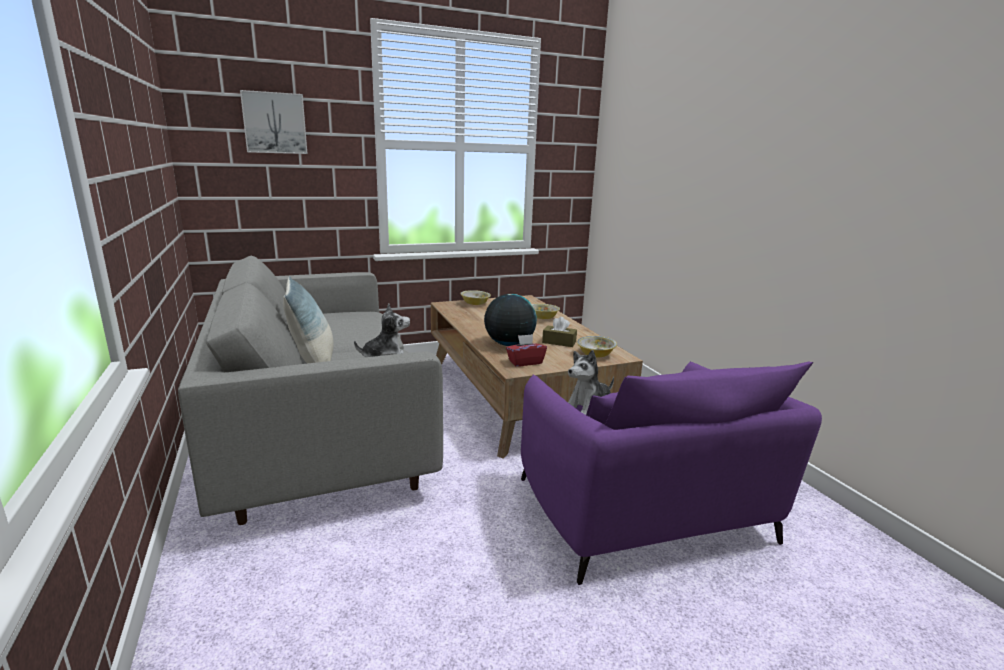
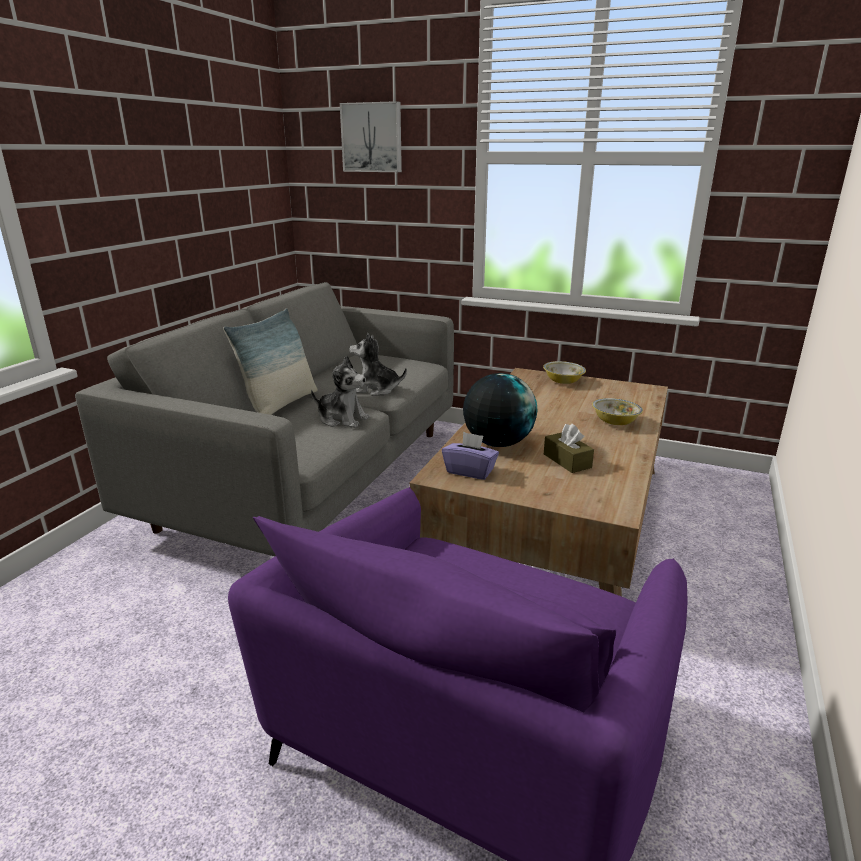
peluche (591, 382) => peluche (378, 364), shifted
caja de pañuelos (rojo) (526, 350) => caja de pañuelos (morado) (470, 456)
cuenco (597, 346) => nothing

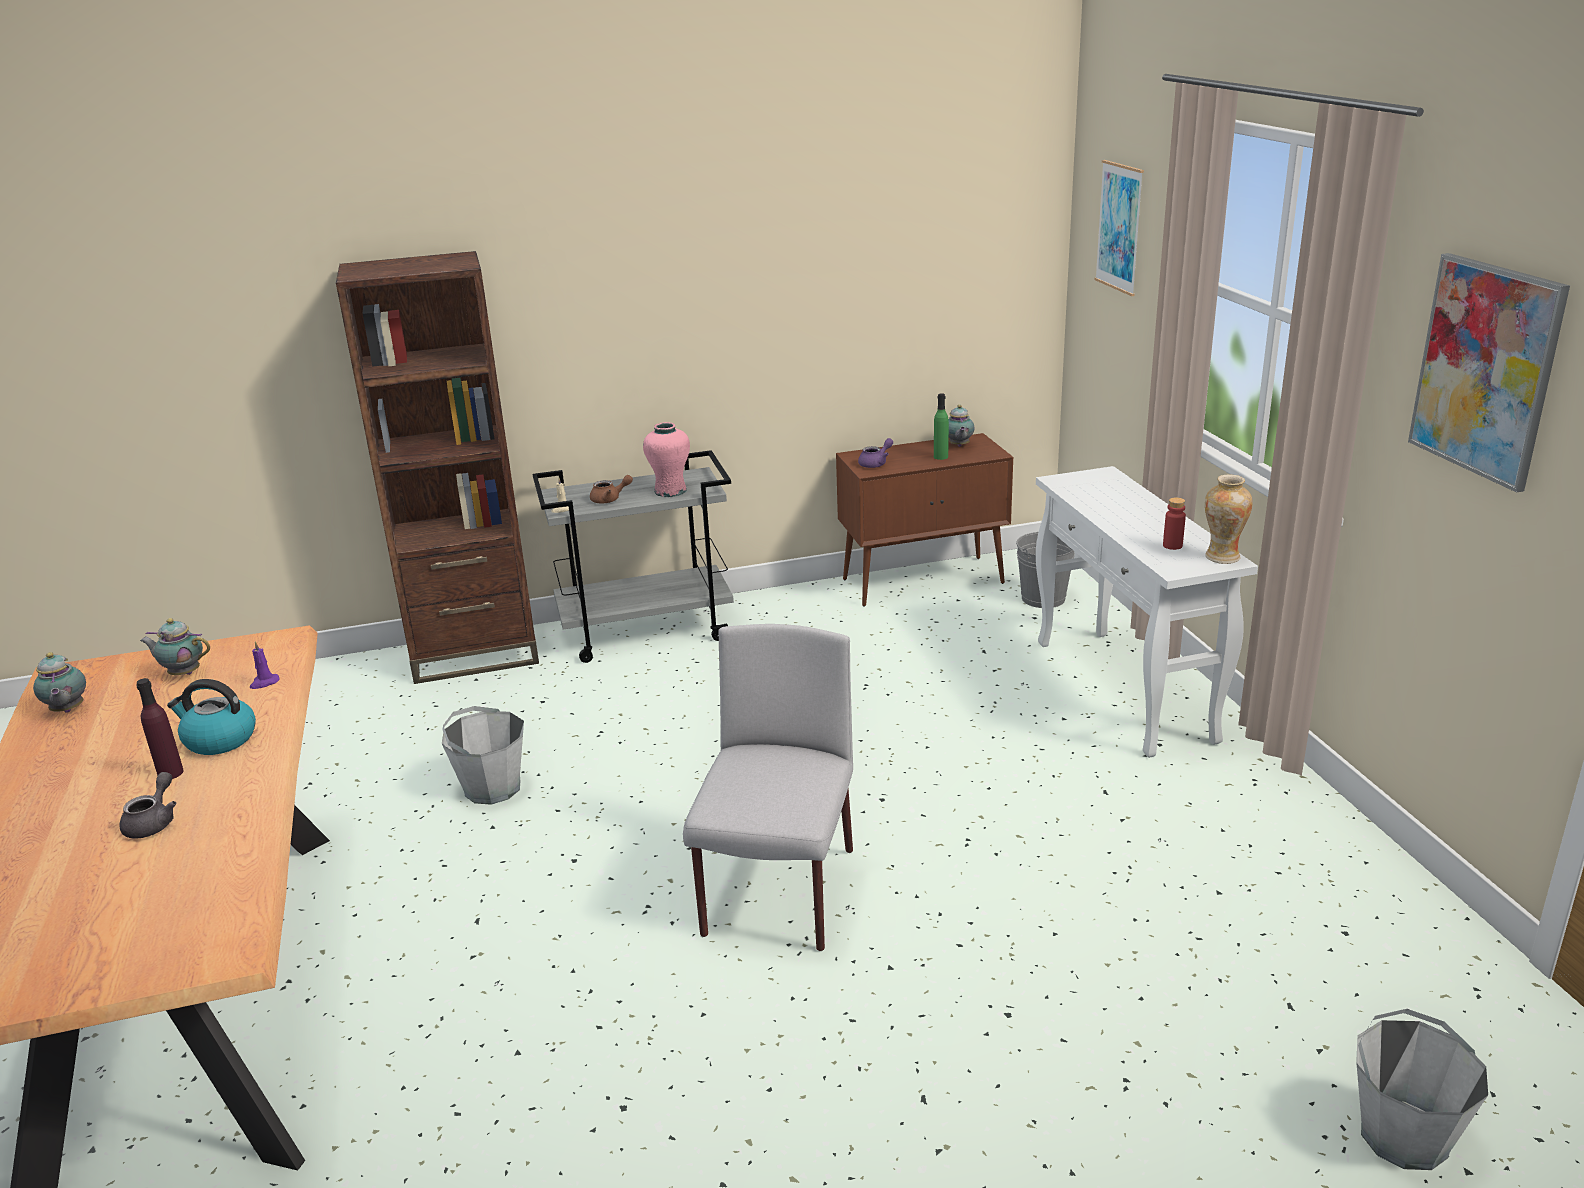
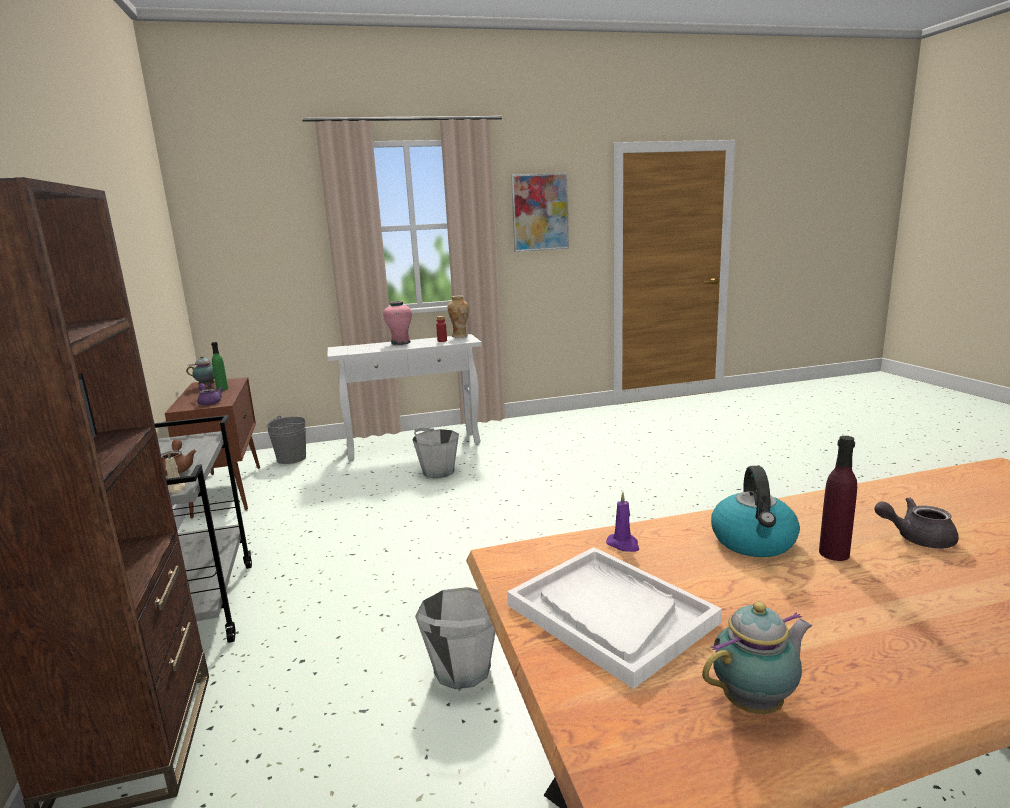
florero (rosa) (666, 459) => florero (rosa) (397, 323), shifted
cubo (gris) (1422, 1089) => cubo (gris) (435, 453), shifted
tetera (175, 646) => bandeja (blanco) (614, 618)
silla (gris) (768, 787) => nothing
cuadro (1119, 228) => nothing

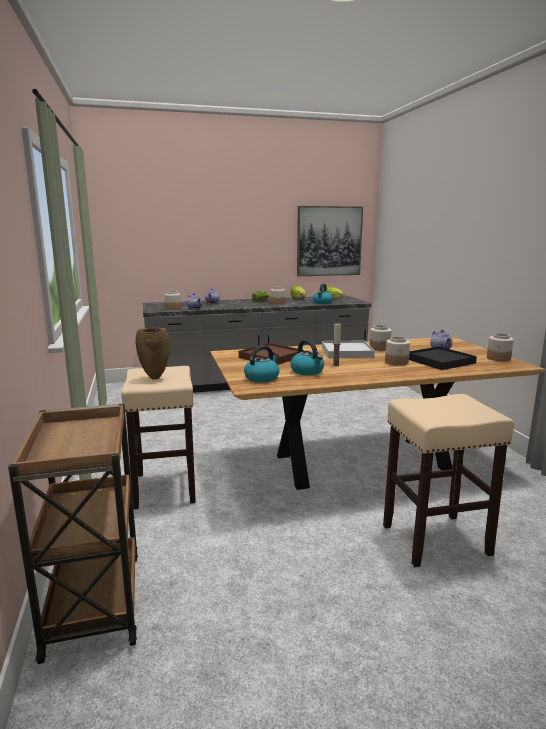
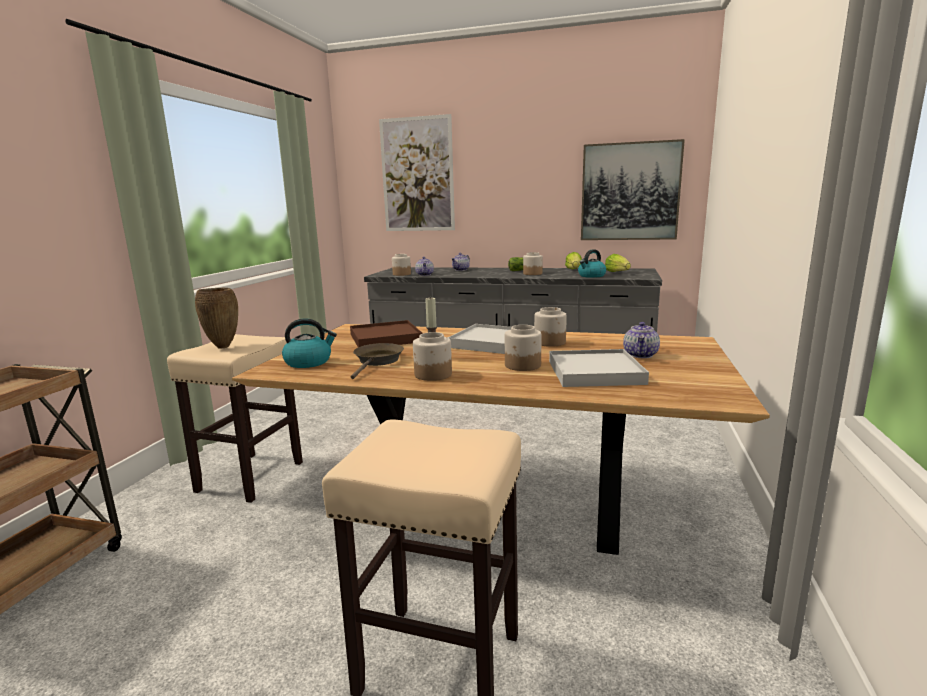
hervidor (307, 357) => sartén (marrón) (377, 361)
nothing => cuadro (417, 172)
tarro (500, 347) => tarro (432, 356), shifted
bandeja (negro) (443, 358) => bandeja (blanco) (599, 368)

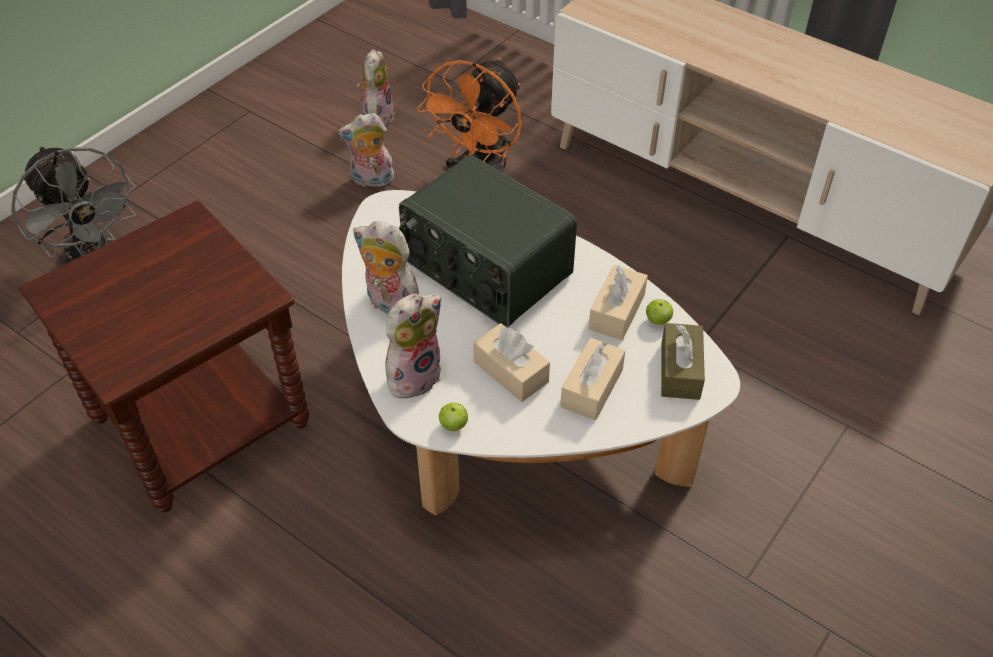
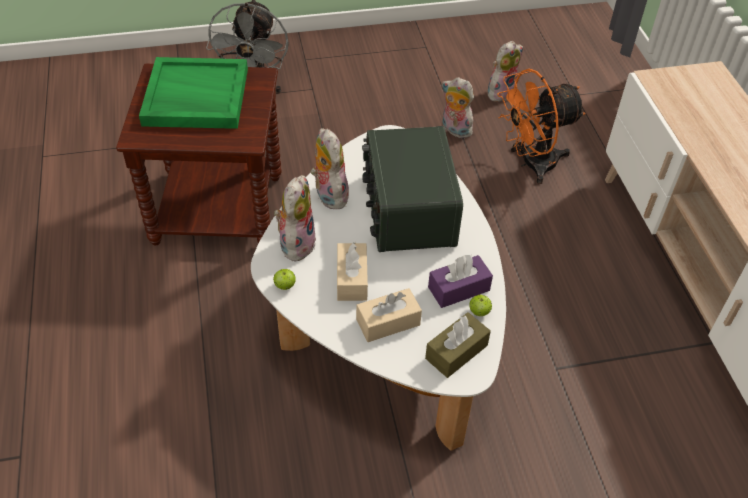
nothing => bandeja (verde) (193, 93)
peluche (413, 346) => peluche (295, 219), 75 degrees counterclockwise
caja de pañuelos (beis) (618, 302) => caja de pañuelos (morado) (460, 281)

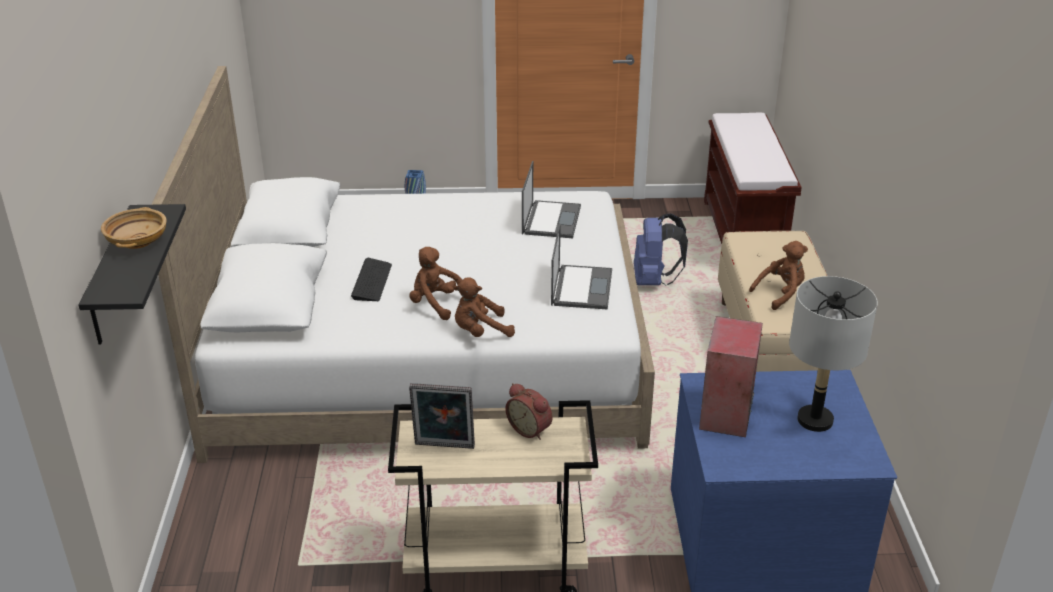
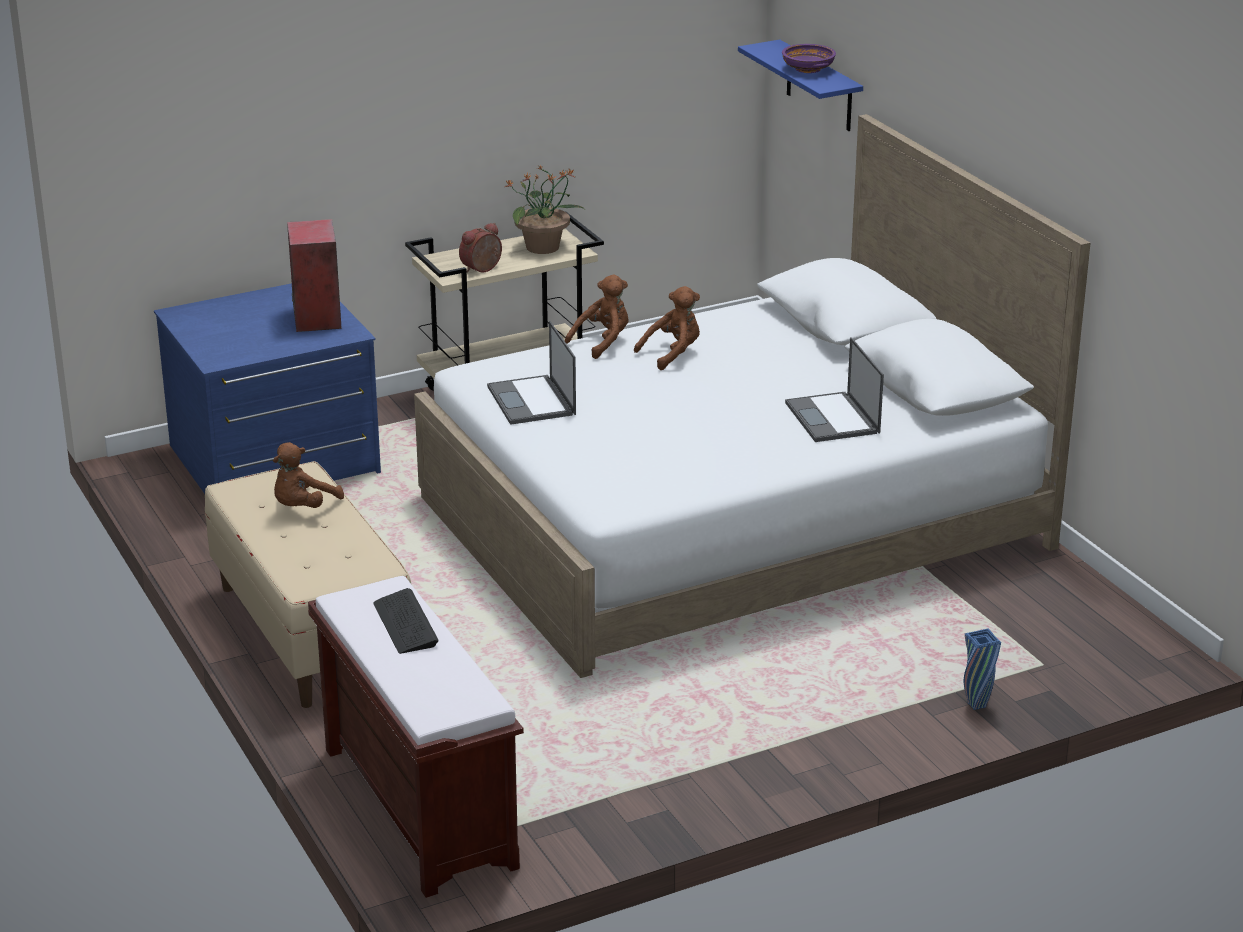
teclado (371, 279) => teclado (406, 621), shifted
despertador (528, 411) => despertador (480, 248), 60 degrees counterclockwise
portarretratos (442, 416) => planta en maceta (544, 209)
peluche (marrón) (435, 283) => peluche (marrón) (667, 328), 45 degrees counterclockwise
estante (negro) (132, 274) => estante (azul) (800, 85)
cuenco (beis) (134, 228) => cuenco (morado) (809, 58)
portátil (551, 199) => portátil (834, 389), shifted
mochila (azul) (661, 249) => nothing
lámpara de mesa (gris) (833, 354) => nothing

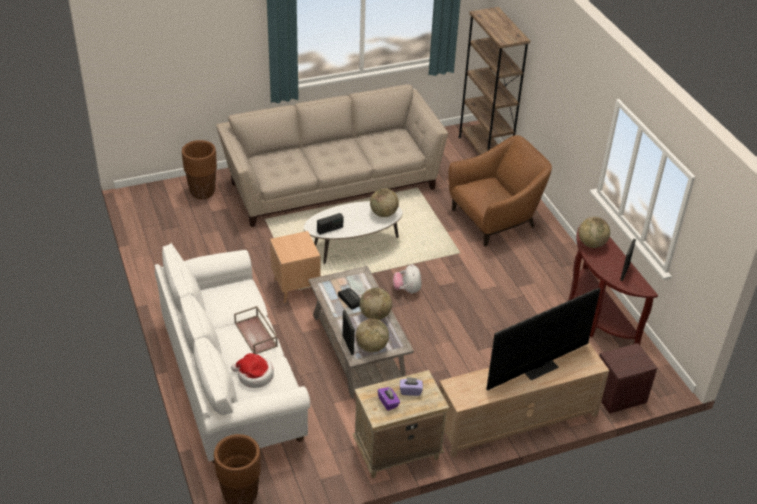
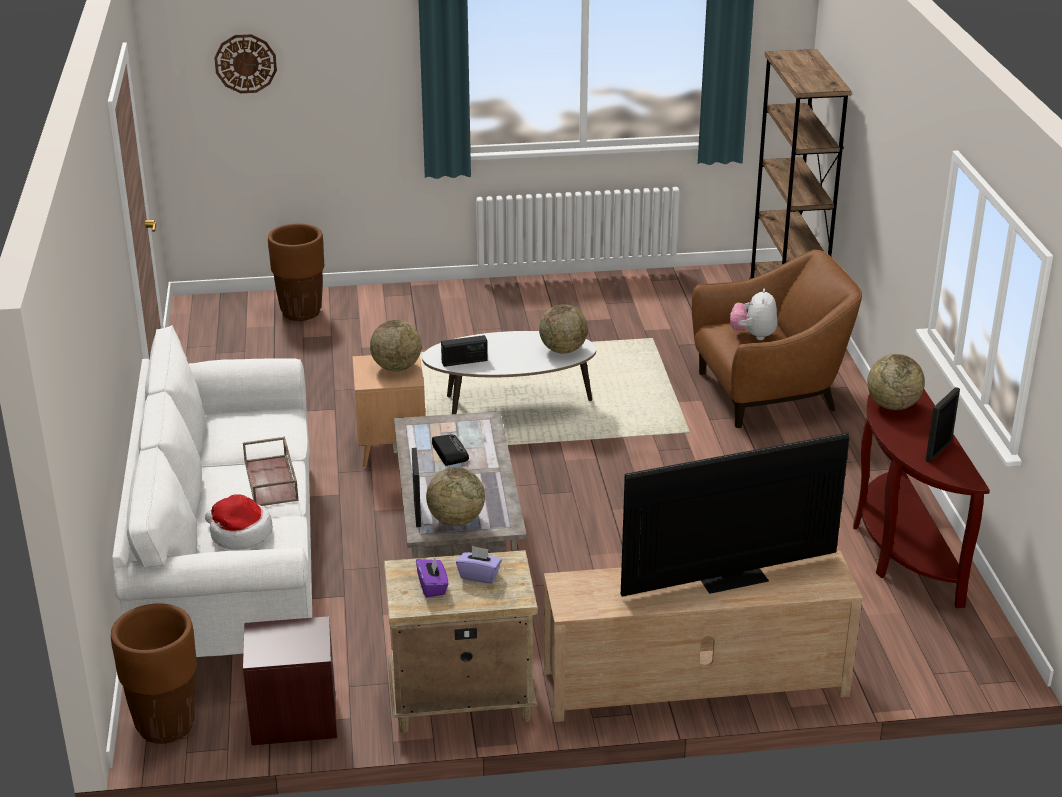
nothing => reloj de pared (245, 63)
mesita de noche (marrón) (628, 378) => mesita de noche (marrón) (290, 680), shifted
globo terráqueo (376, 304) => globo terráqueo (395, 345), shifted
peluche (407, 279) => peluche (754, 314), shifted
sofá (beis) (332, 155) => nothing

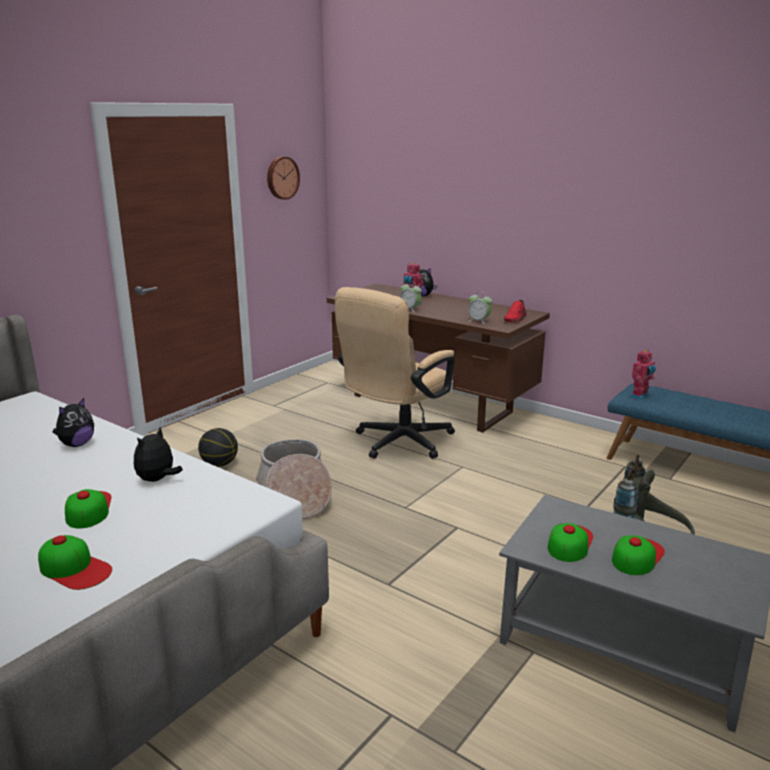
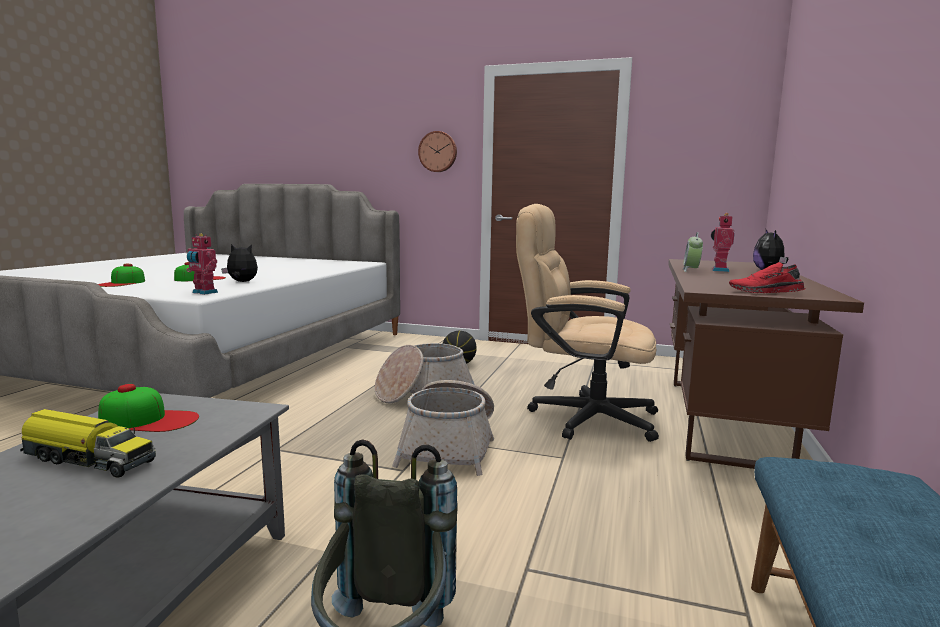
gorra (638, 555) => camión de juguete (88, 443)
robot de juguete (643, 375) => robot de juguete (202, 264), shifted
nothing => cesta (443, 428)
reloj de pared (283, 178) => reloj de pared (437, 151), shifted
peluche (73, 422) => nothing
despertador (480, 309) => nothing

